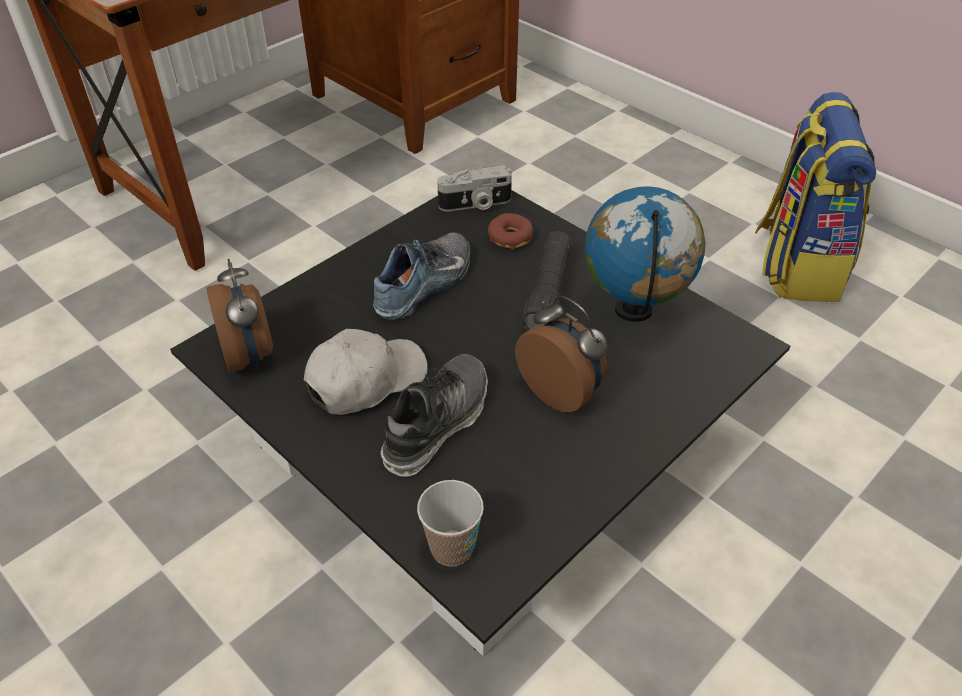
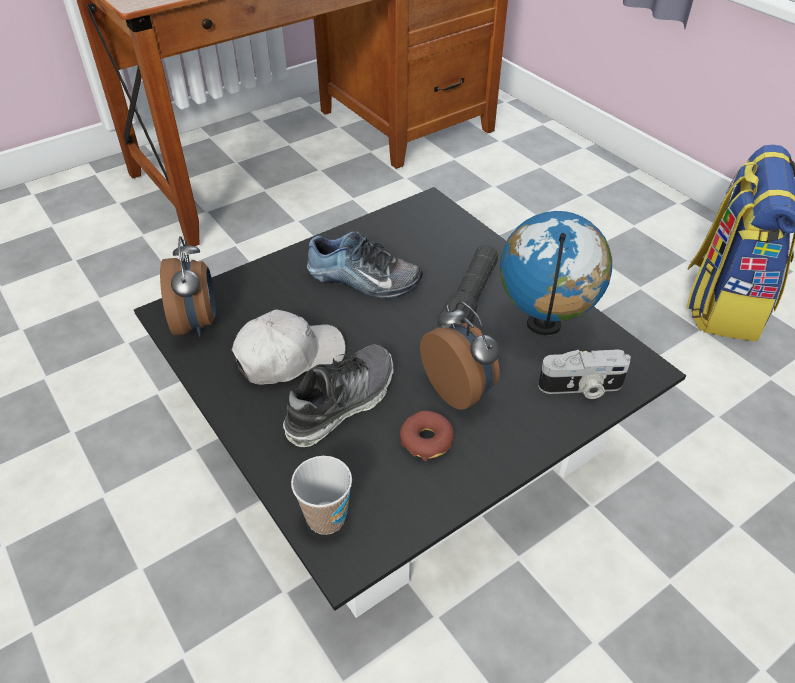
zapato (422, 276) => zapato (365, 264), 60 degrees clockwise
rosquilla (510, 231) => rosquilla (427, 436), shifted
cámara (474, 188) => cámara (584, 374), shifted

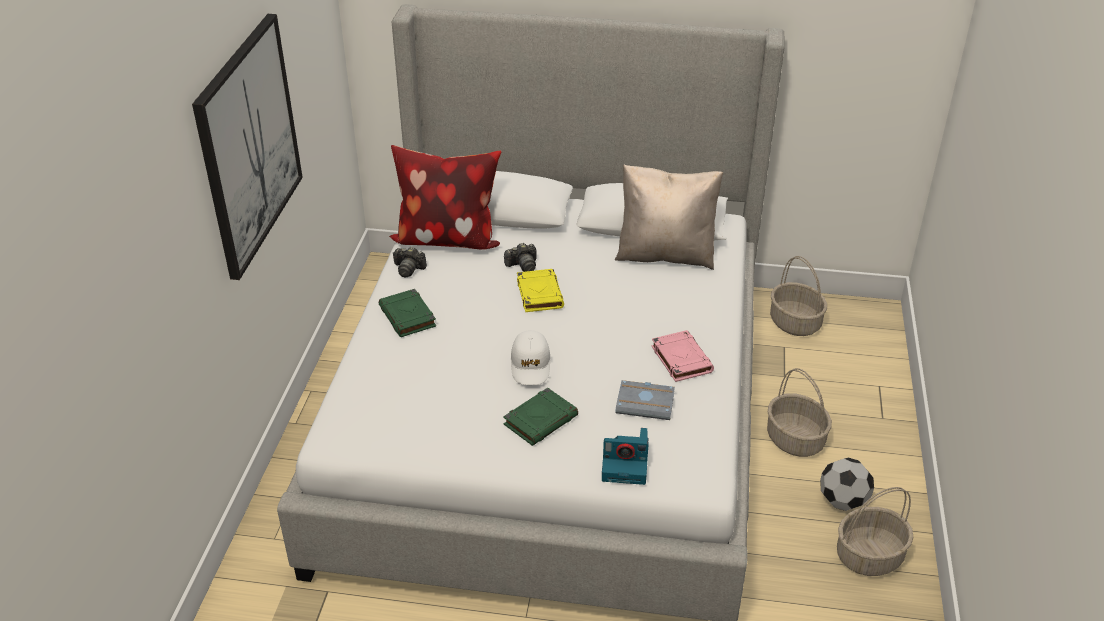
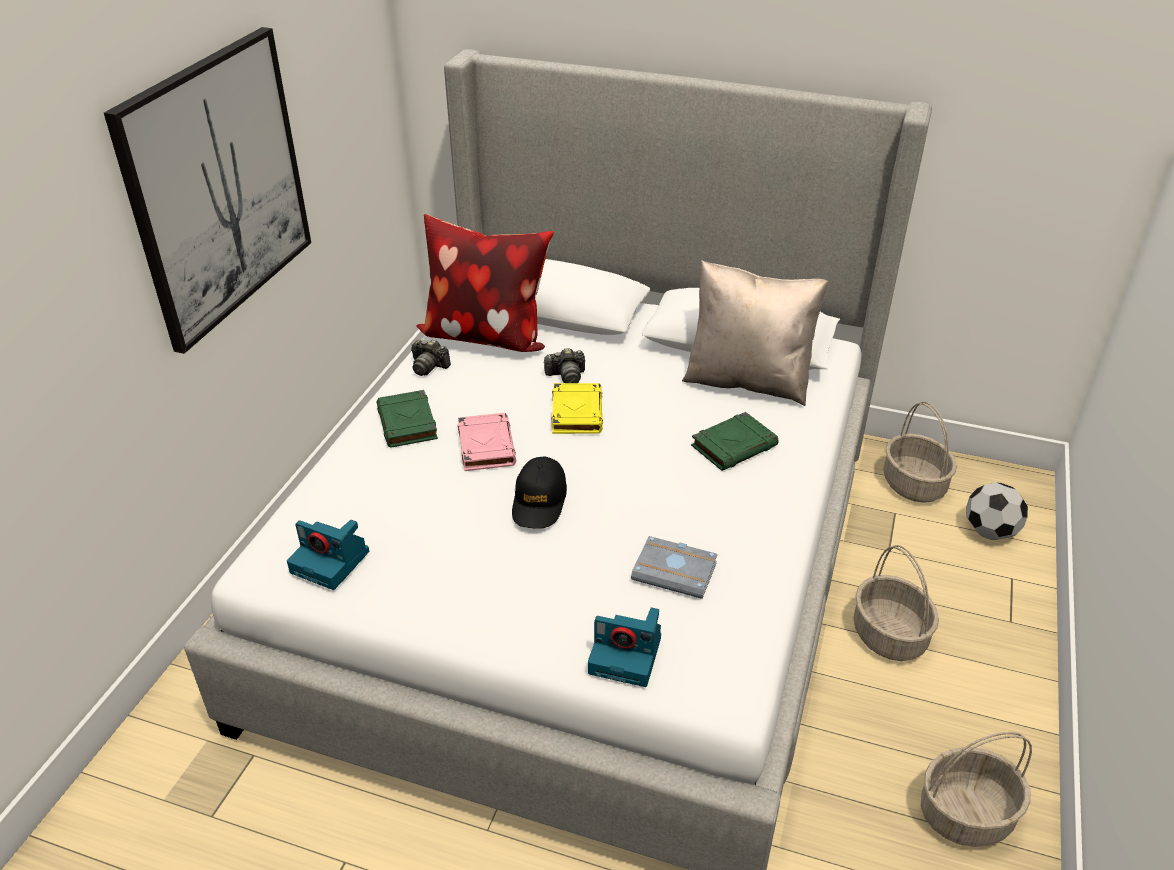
nothing => cámara (328, 555)
libro (rosa) (682, 356) => libro (rosa) (487, 442), shifted
gorra (blanco) (531, 357) => gorra (negro) (539, 493)
libro (verde) (540, 417) => libro (verde) (735, 441), shifted
balón de fútbol (847, 484) => balón de fútbol (997, 511), shifted

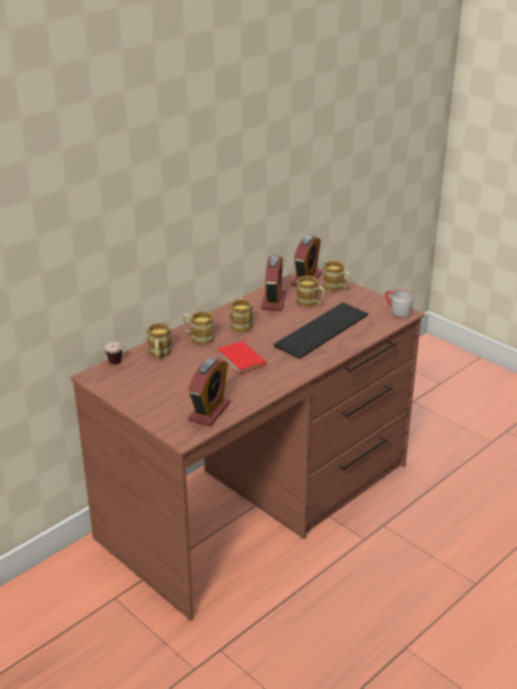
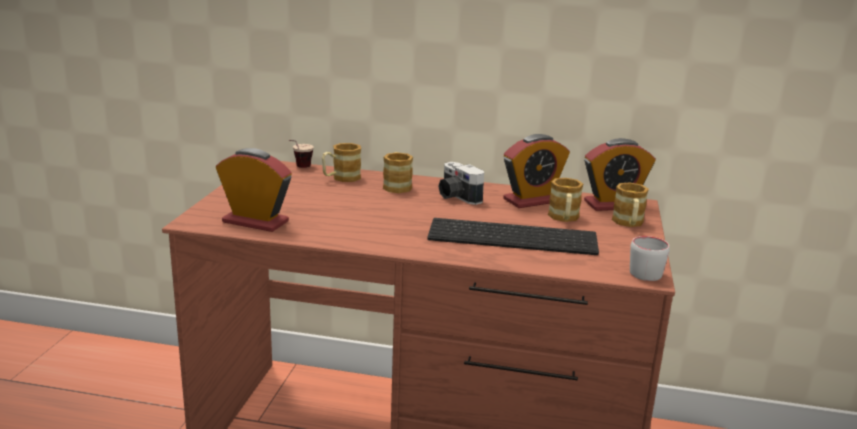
despertador (209, 392) => despertador (254, 190), 150 degrees counterclockwise
taza grande (241, 315) => cámara (461, 183)
libro (rojo) (241, 356) => nothing

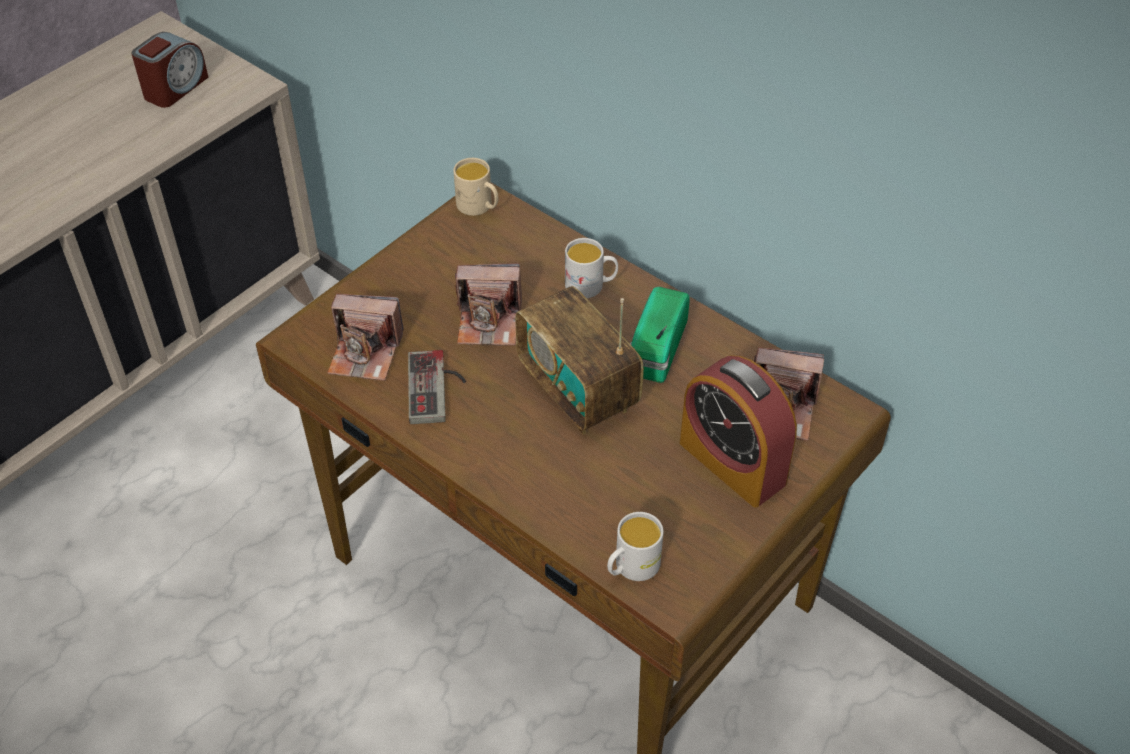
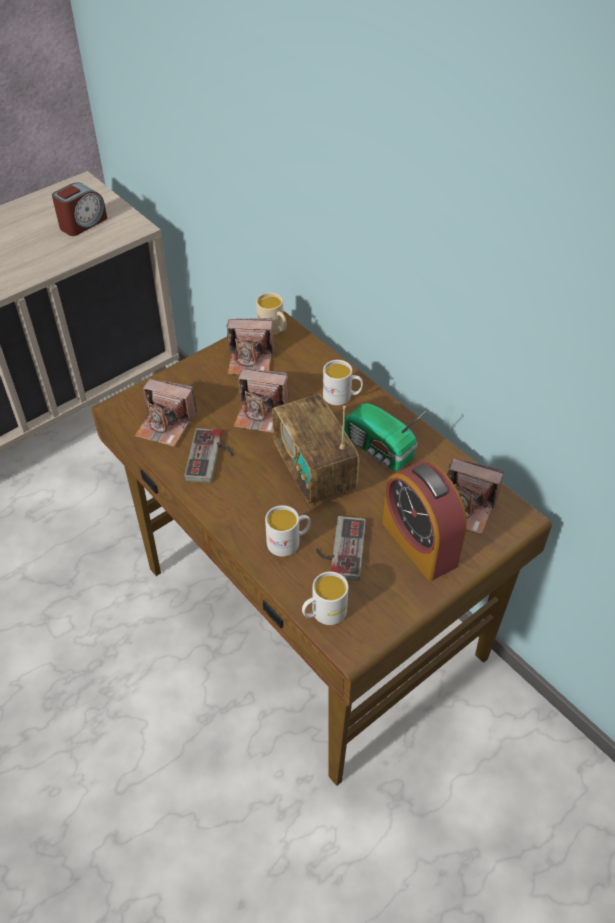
nothing => cámara (250, 346)
nothing => taza grande (blanco) (288, 531)
nothing => mando de consola (341, 548)
radio (660, 335) => radio (385, 437), 75 degrees counterclockwise

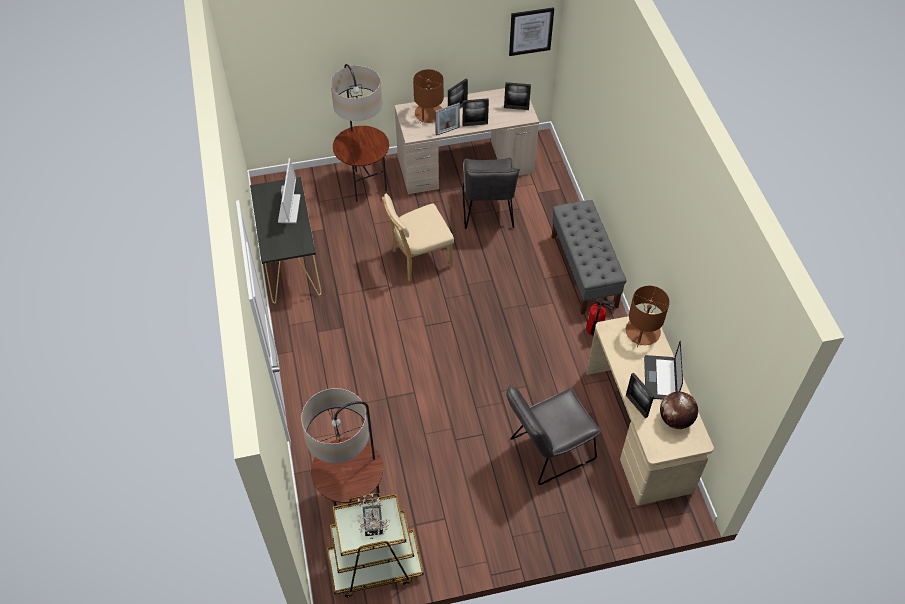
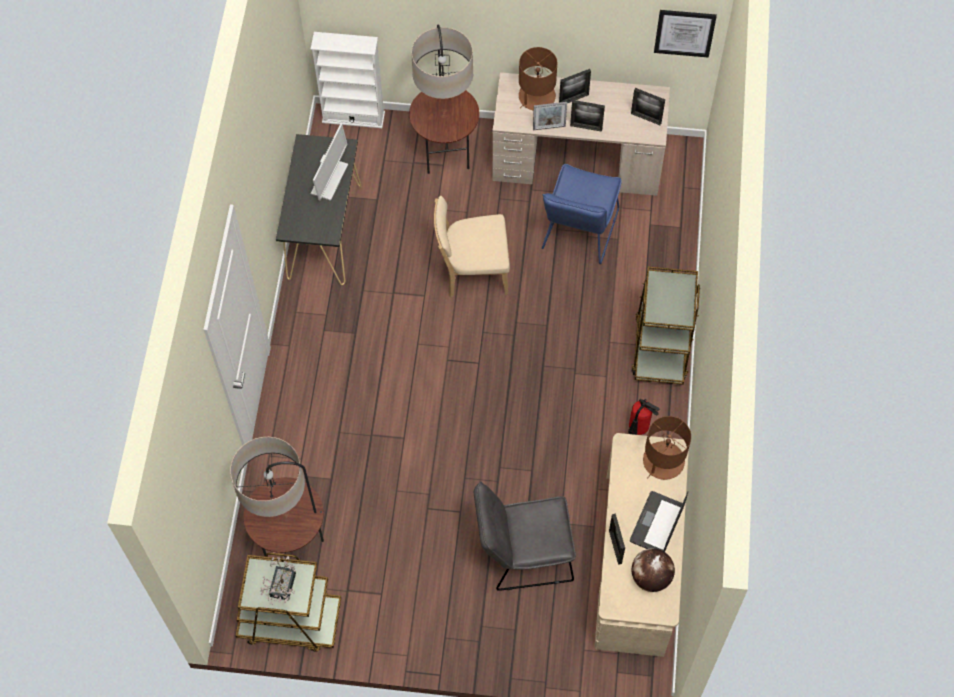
nothing => estantería (blanco) (348, 80)
silla (gris) (491, 193) => silla (azul) (582, 214)
banco (gris) (589, 257) => carrito (marrón) (666, 325)

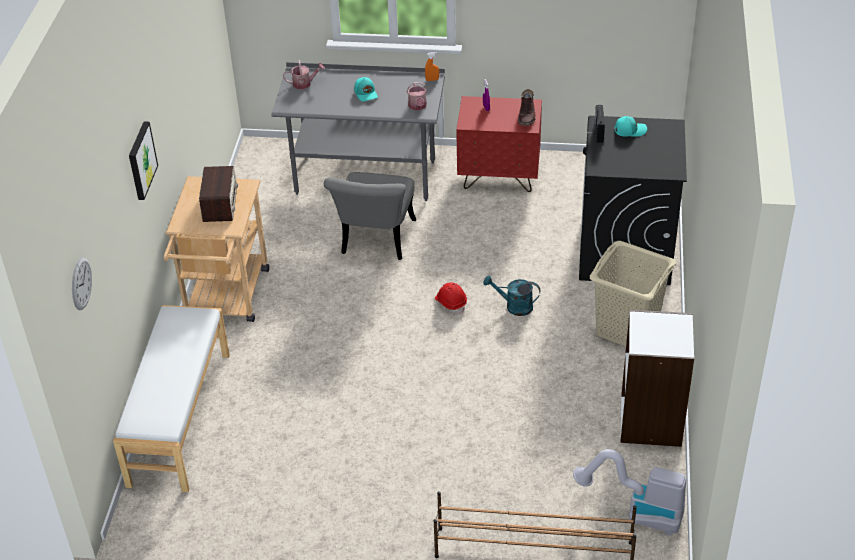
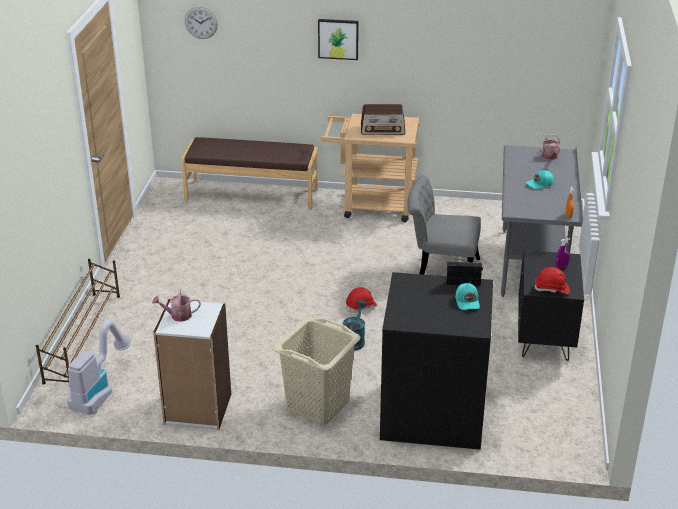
regadera (417, 96) => regadera (176, 305), shifted
banco (blanco) (171, 398) => banco (marrón) (249, 173)
mesita de noche (rojo) (499, 144) => mesita de noche (negro) (551, 305)
bota (marrón) (527, 107) => casco (rojo) (552, 280)

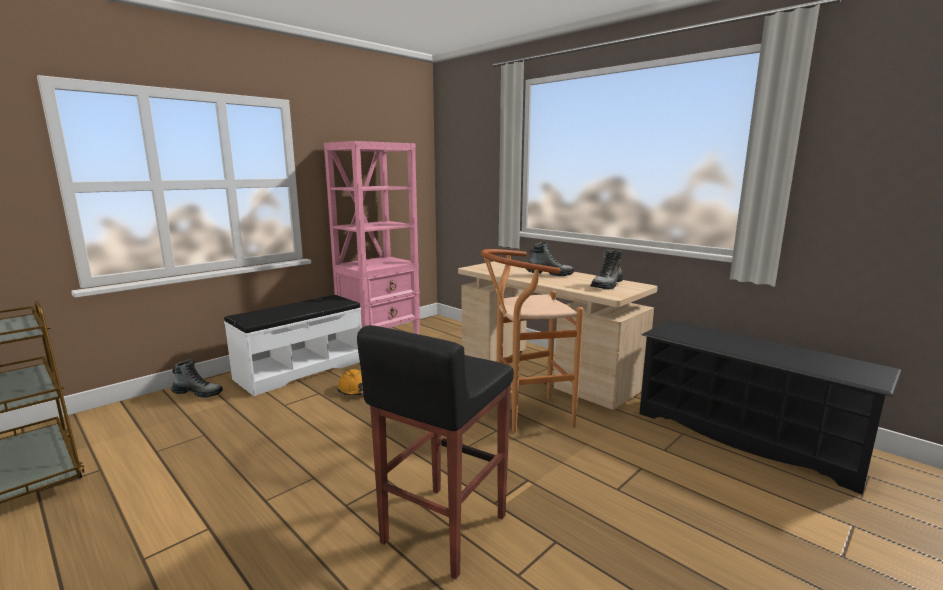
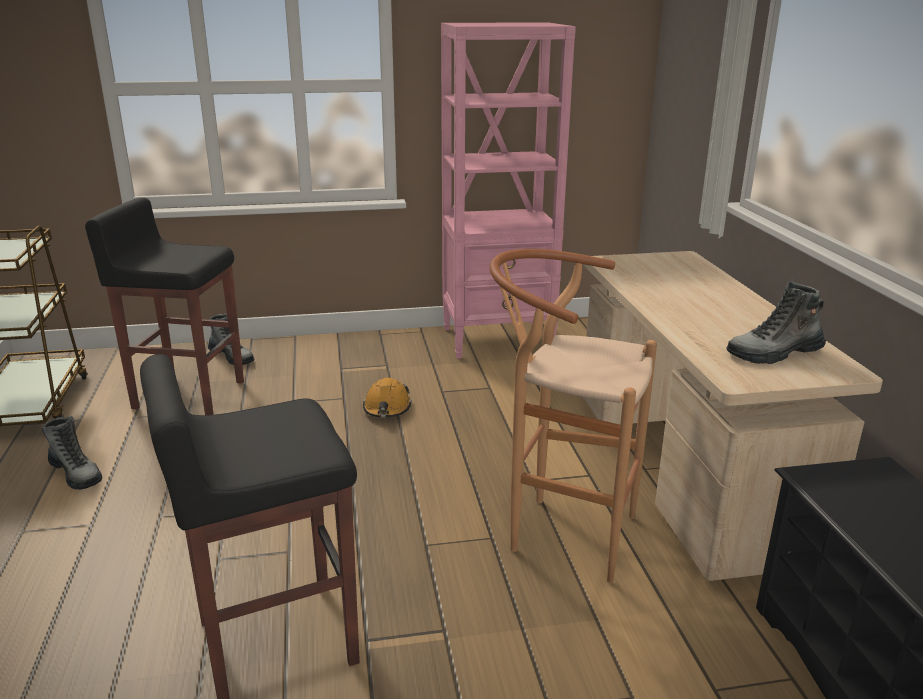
bota (550, 259) => bota (72, 453), shifted
nothing => taburete (negro) (164, 306)
banco (blanco) (293, 345) => nothing

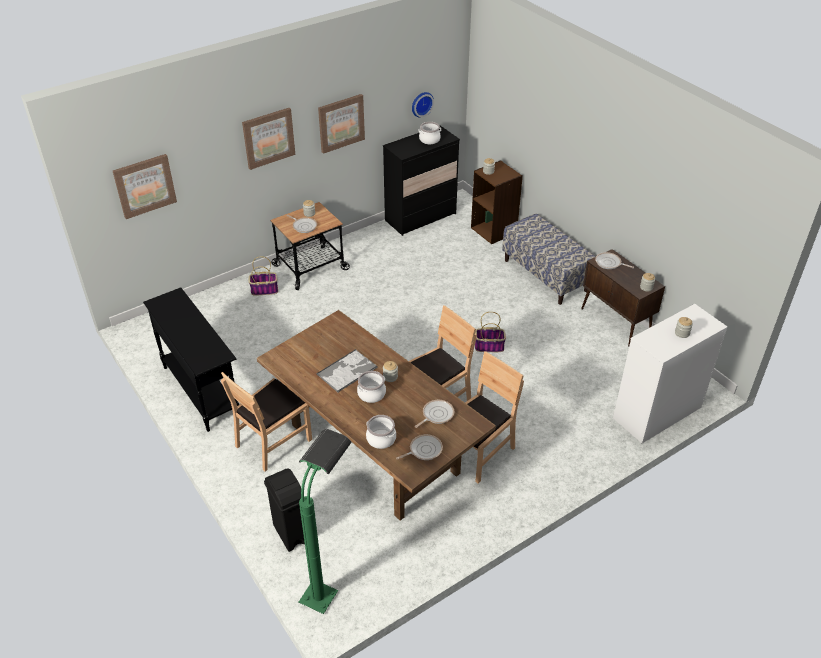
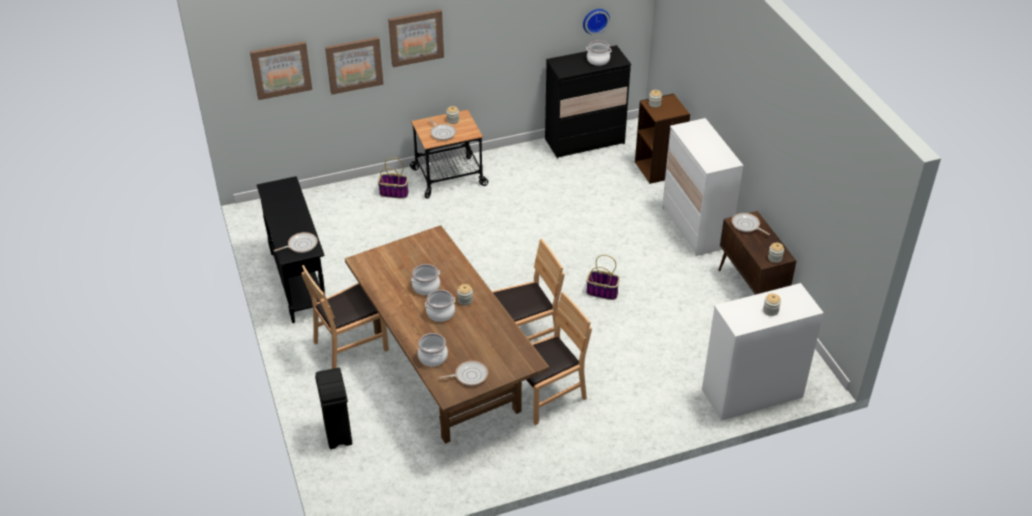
sartén (434, 414) => sartén (296, 242), shifted
cuadro (341, 124) => cuadro (354, 65), shifted
bandeja (347, 370) => olla (425, 279)
banco (549, 259) => cómoda (blanco) (702, 187)
lámpara de pie (verde) (325, 521) => nothing

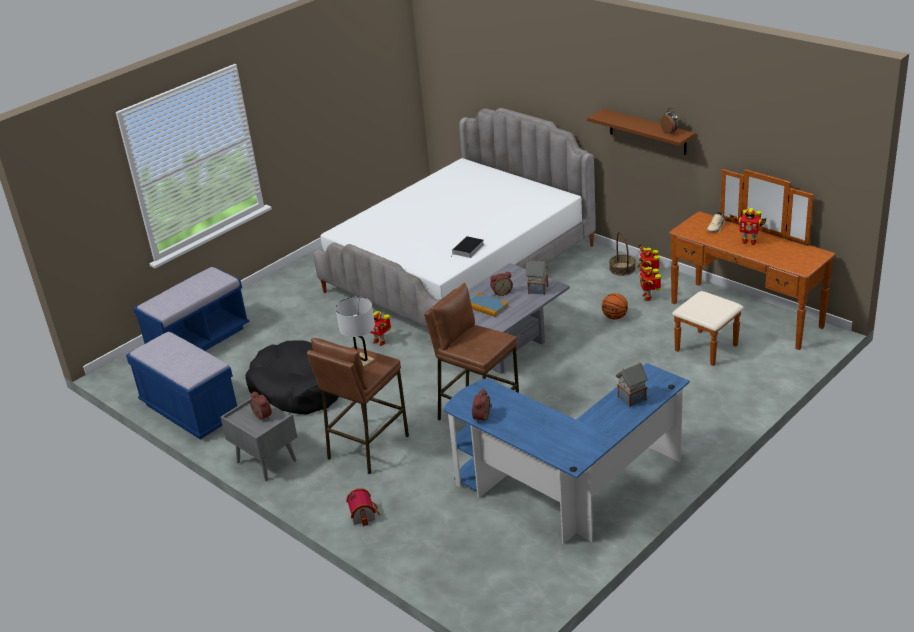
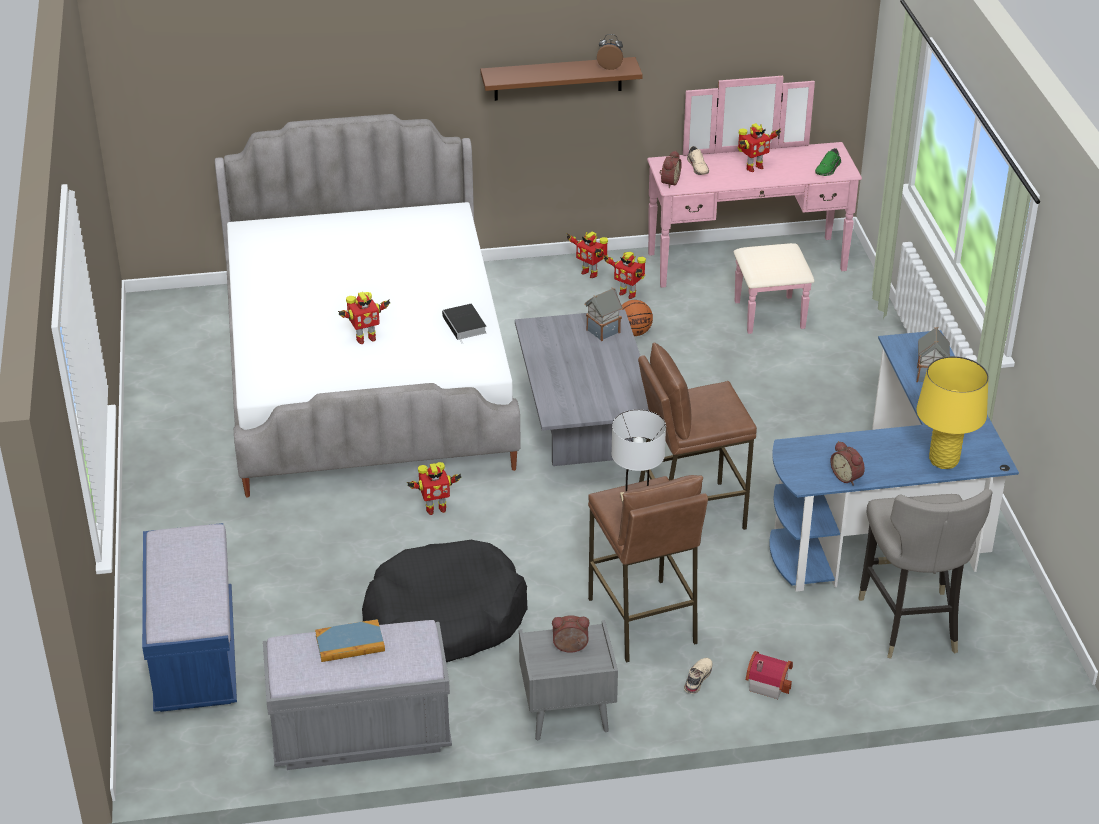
banco (azul) (181, 385) => banco (gris) (357, 695)
libro (489, 305) => libro (350, 640), shifted
nothing => robot de juguete (364, 318)
cómoda (marrón) (752, 267) => cómoda (rosa) (754, 205)
despertador (501, 284) => despertador (671, 169), shifted
nothing => zapato (beis) (698, 676)
nothing => zapato (verde) (828, 162)
nothing => taburete (gris) (925, 573)
nothing => lámpara de mesa (amarillo) (952, 412)
cesta (622, 254) => nothing

